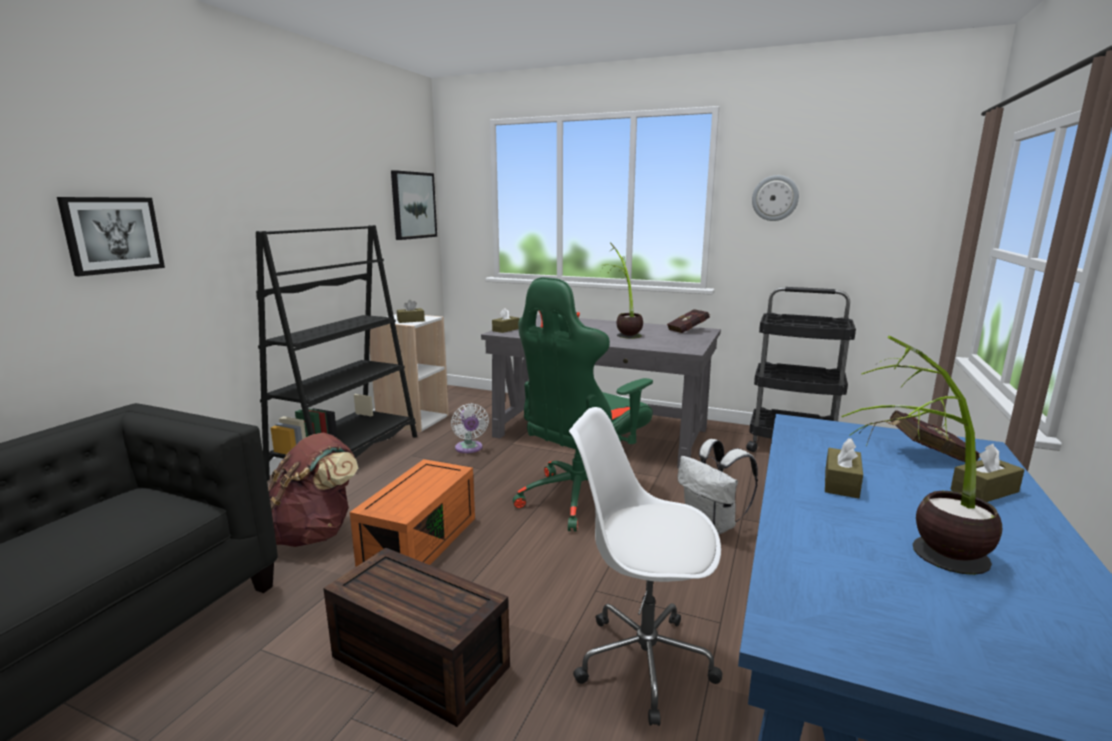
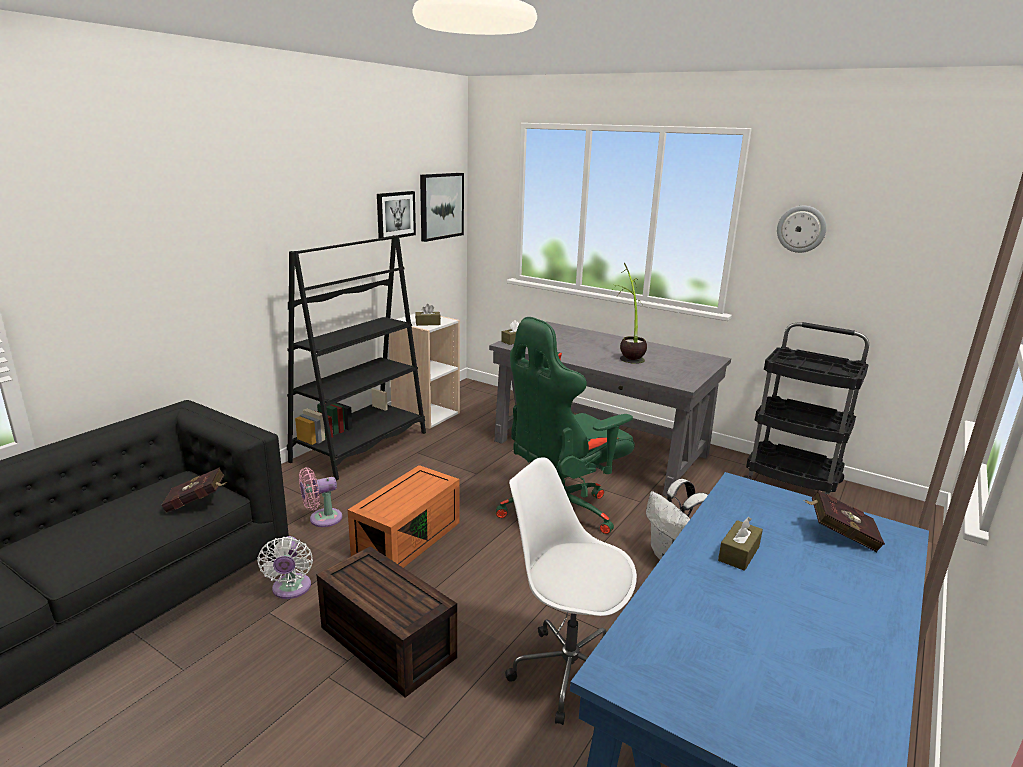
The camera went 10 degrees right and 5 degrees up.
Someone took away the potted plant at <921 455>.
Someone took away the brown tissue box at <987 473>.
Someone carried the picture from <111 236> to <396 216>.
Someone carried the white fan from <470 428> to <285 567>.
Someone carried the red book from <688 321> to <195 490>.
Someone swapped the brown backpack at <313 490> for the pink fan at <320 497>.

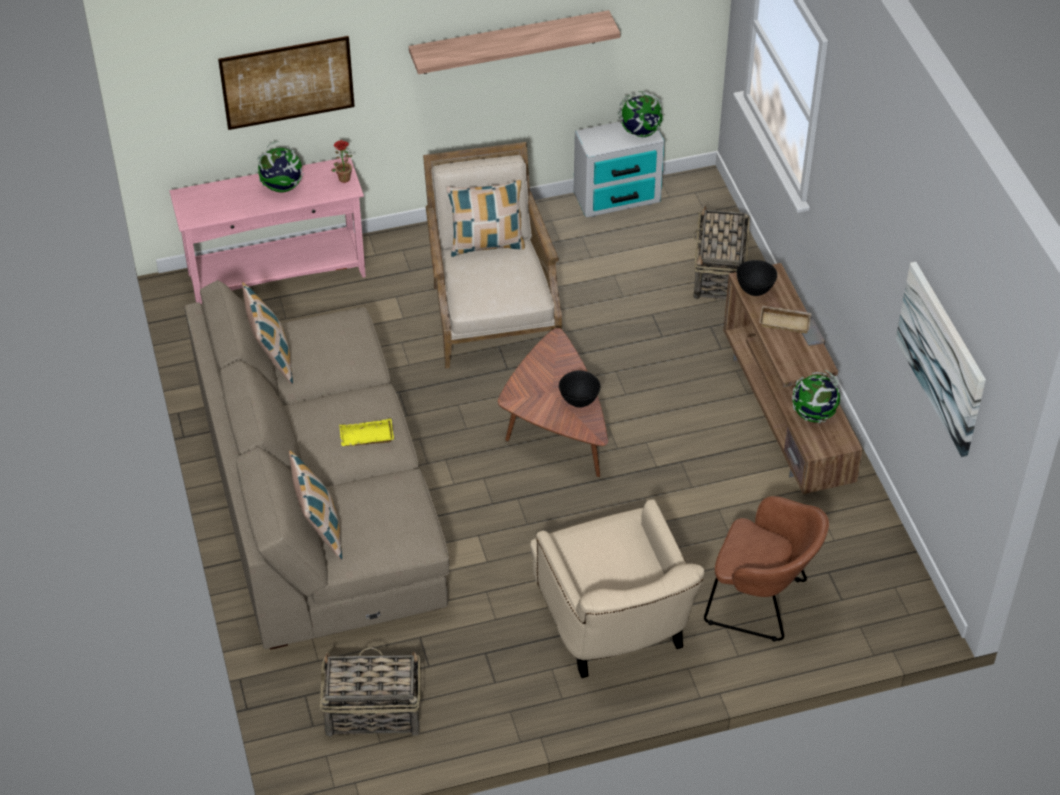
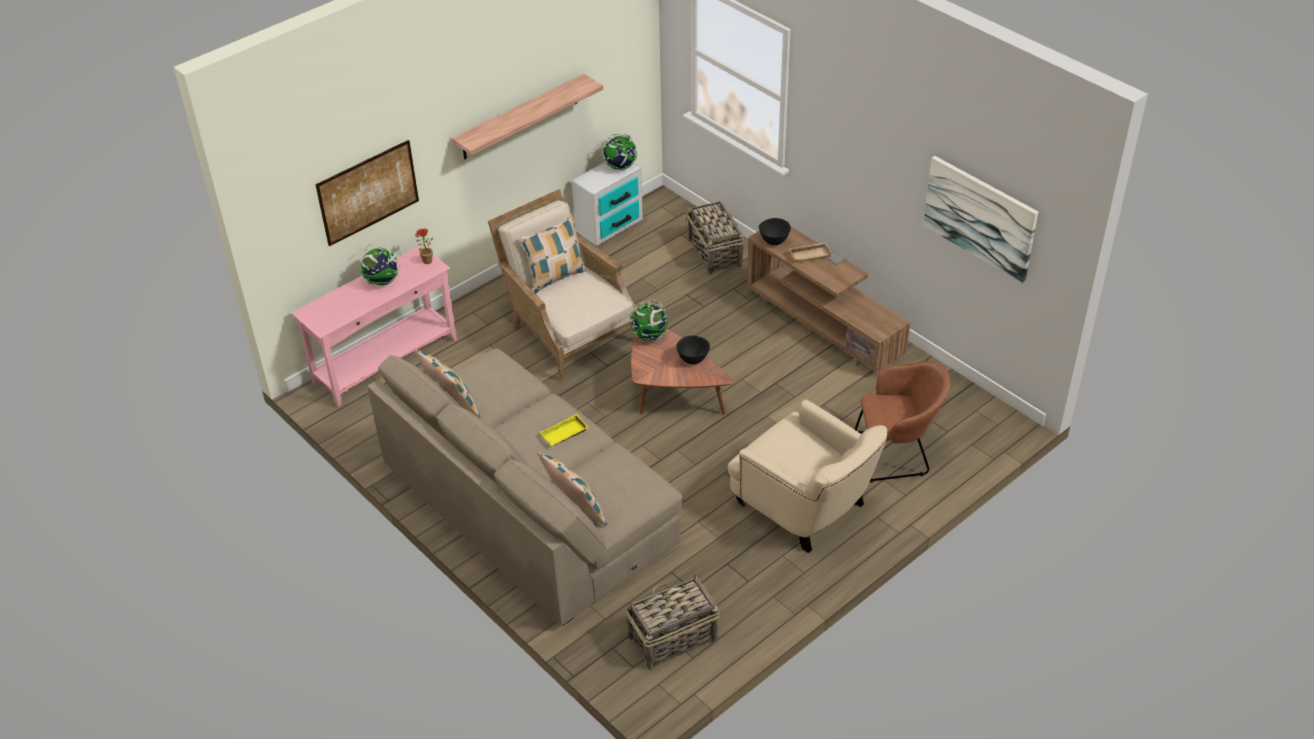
The camera went 25 degrees left and 5 degrees down.
Someone carried the globe from <816 396> to <649 320>.

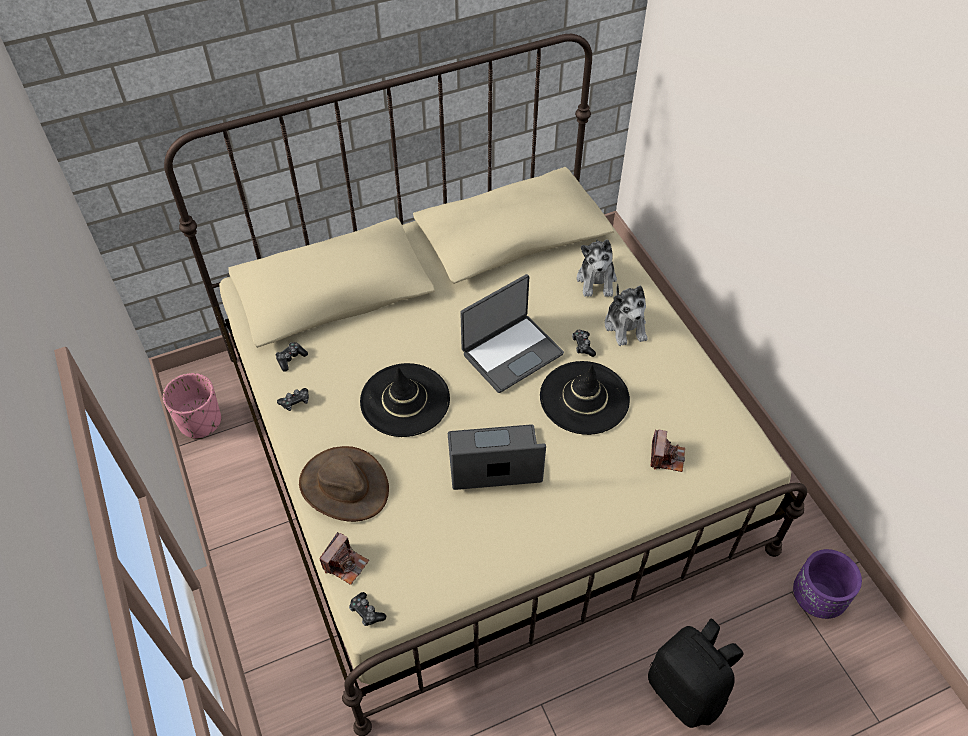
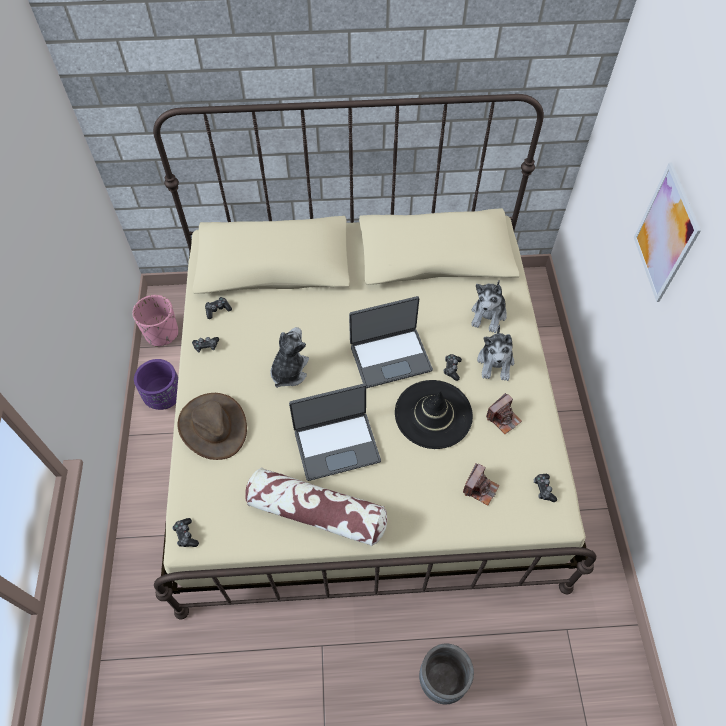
The camera went 20 degrees right and 5 degrees up.
Someone put down the pillow at <316 507>.
Someone put down the game controller at <545 488>.
Someone put up the picture at <667 232>.
Someone carried the photo camera from <344 558> to <504 413>.
Someone carried the purple planter from <827 584> to <156 384>.
Someone swapped the black hat at <405 400> for the plush toy at <289 357>.
Someone swapped the black backpack at <695 673> for the grey planter at <446 674>.
Someone rotated the laptop at <497 457> by 150 degrees clockwise.

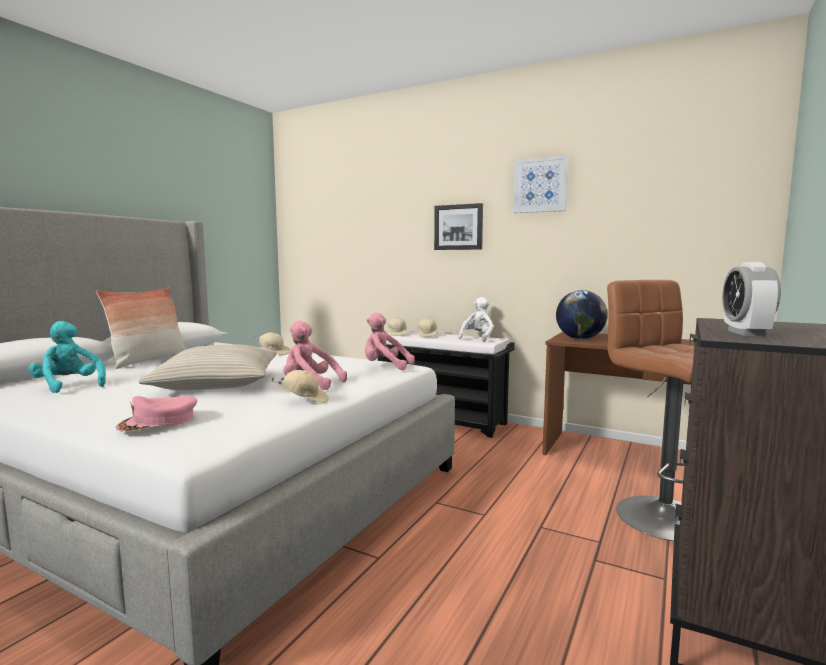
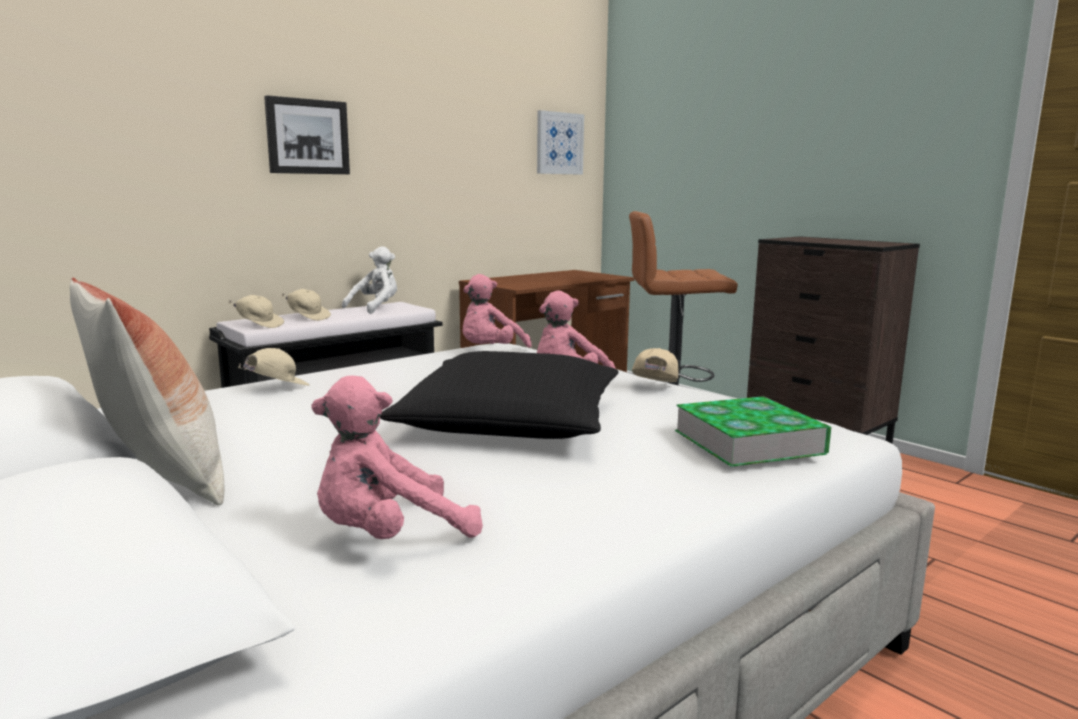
The camera went 70 degrees left and 5 degrees up.
Someone took away the globe at <582 314>.
Someone took away the alarm clock at <751 299>.
Someone carried the picture from <541 184> to <560 142>.
Someone swapped the pink cap at <156 414> for the book at <753 431>.
Someone repainted the turquoise plush toy at <67 357>, which became the pink plush toy at <397 457>.
Someone repainted the beige pillow at <207 367>, which became the black pillow at <499 395>.
Someone rotated the white plush toy at <476 319> by 75 degrees clockwise.

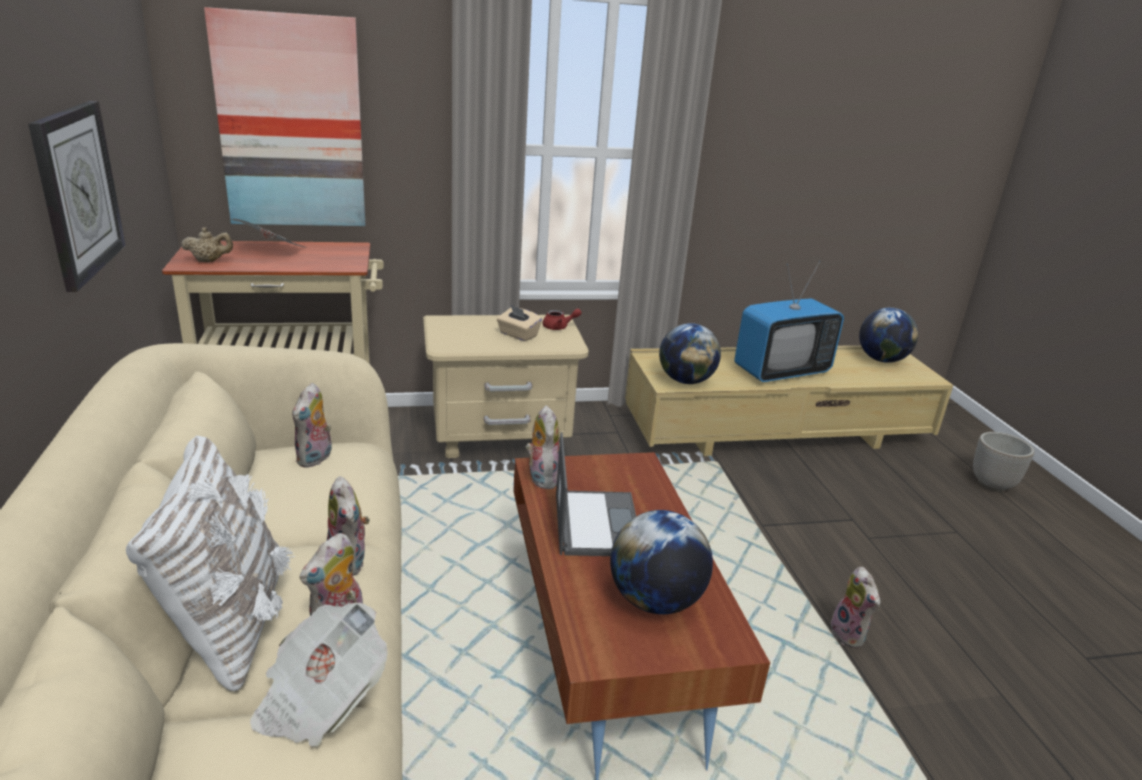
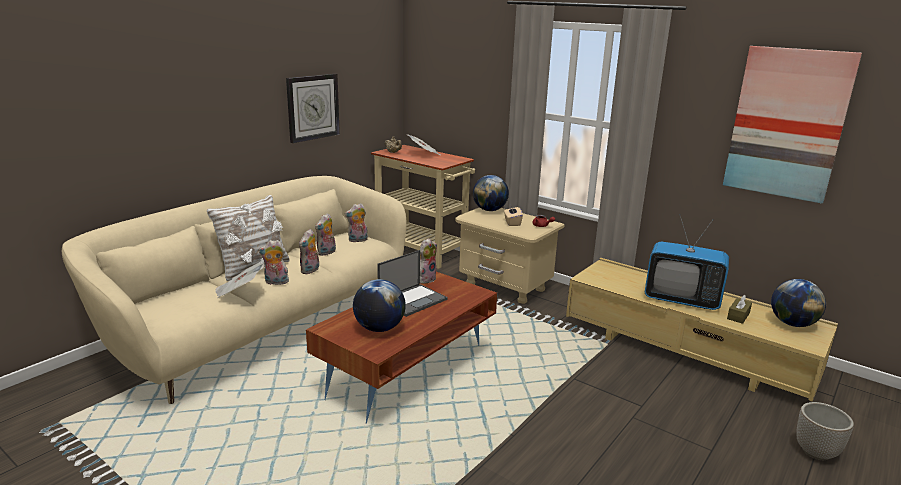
The camera went 50 degrees right and 5 degrees down.
Someone put down the brown tissue box at <739 309>.
Someone carried the picture from <284 116> to <792 125>.
Someone carried the globe from <690 353> to <491 193>.
Someone carried the plush toy from <855 607> to <325 234>.

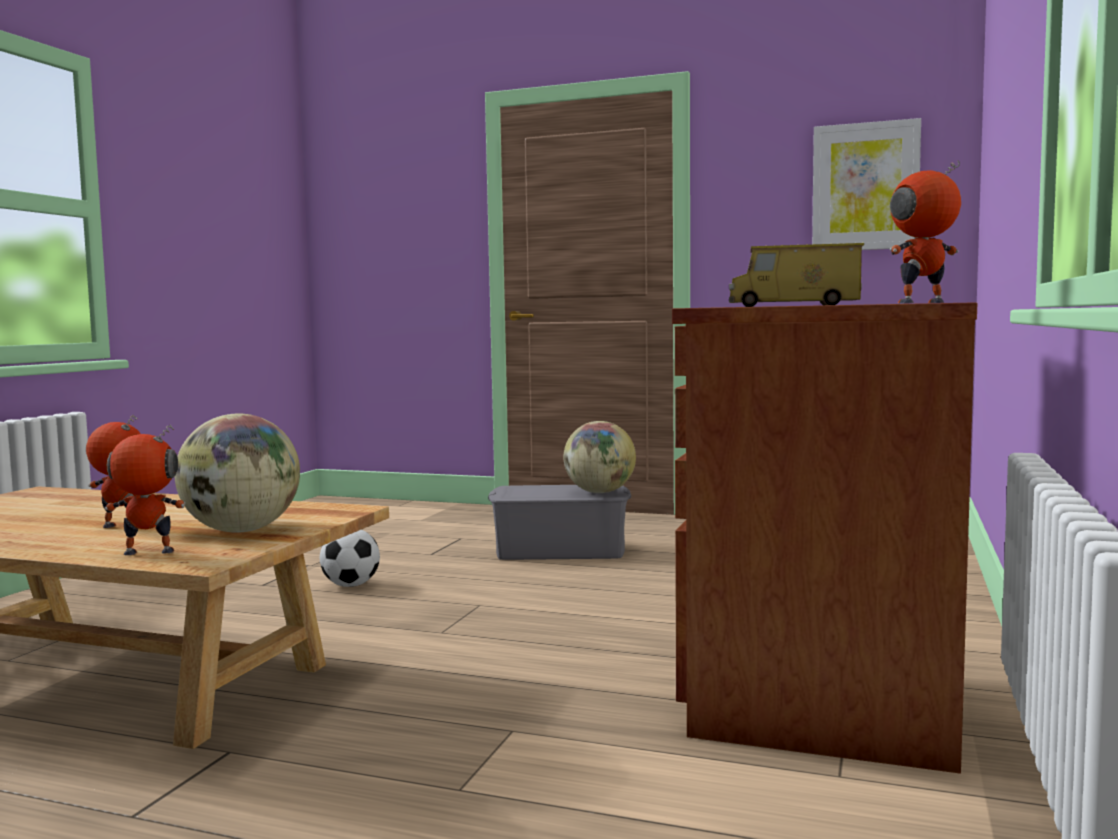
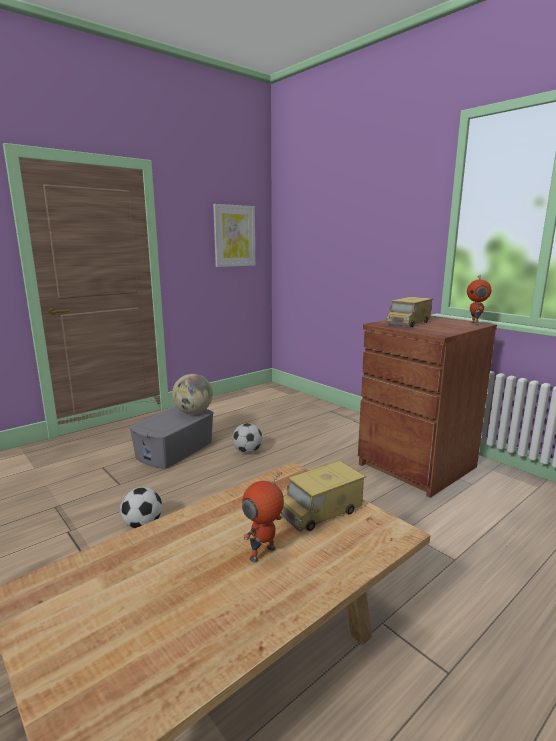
The camera went 60 degrees left and 10 degrees up.
Someone took away the toy robot at <145 489>.
Someone put down the football at <247 438>.
Someone swapped the globe at <237 473> for the toy truck at <323 496>.

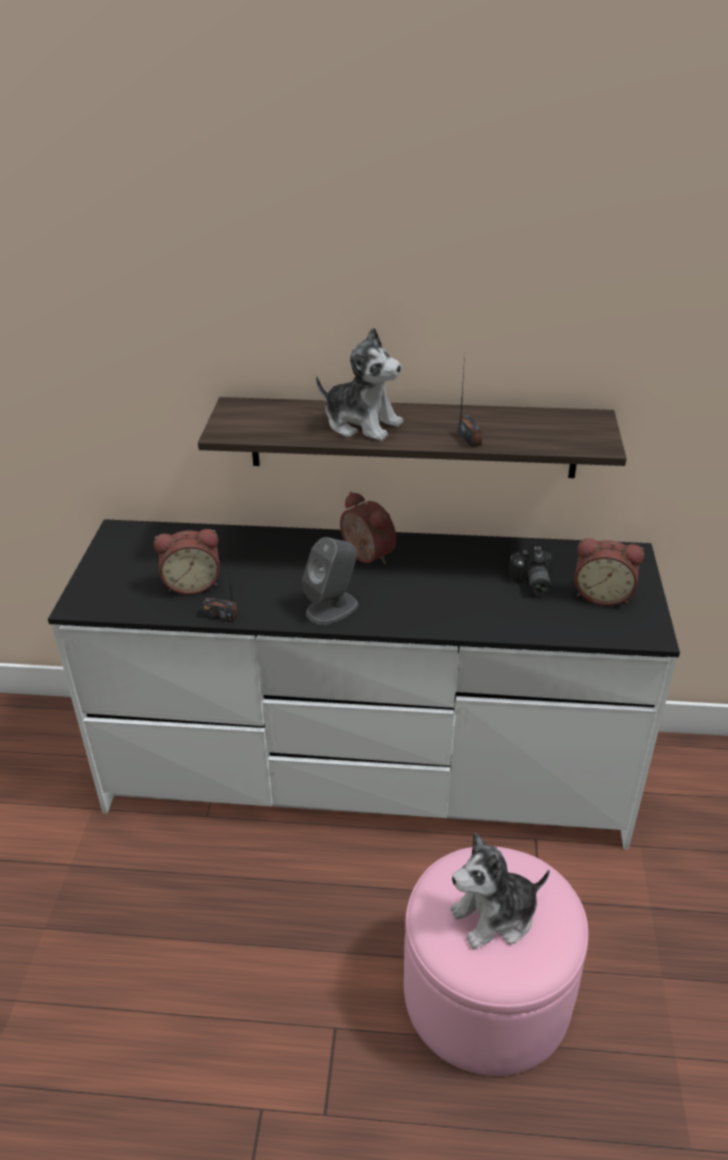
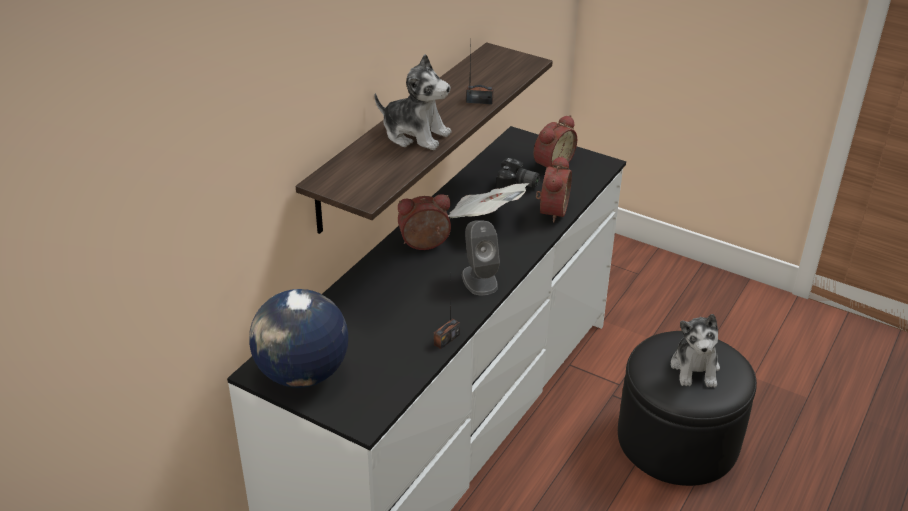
The camera went 65 degrees left and 0 degrees up.
Someone put down the globe at <298 338>.
Someone put down the newspaper at <489 200>.
Someone carried the alarm clock from <187 562> to <554 189>.
Someone repainted the pink ottoman at <496 961>, which became the black ottoman at <687 408>.
Someone rotated the plush toy at <359 384> by 60 degrees clockwise.

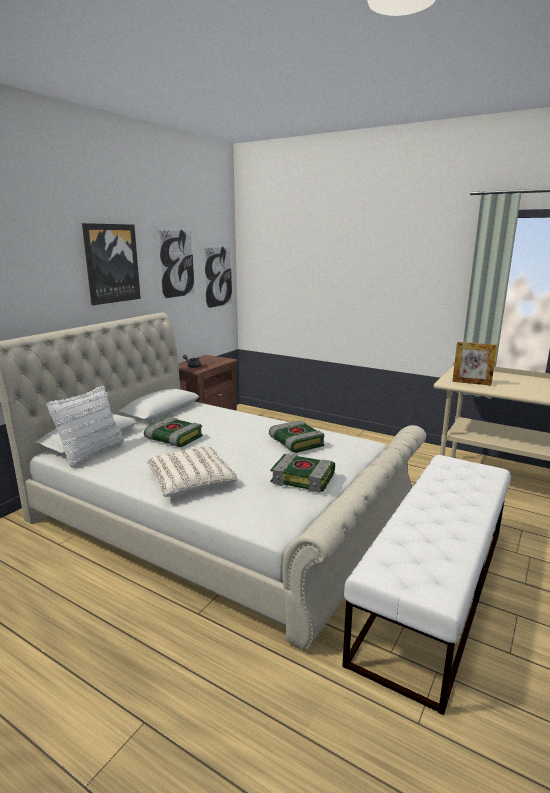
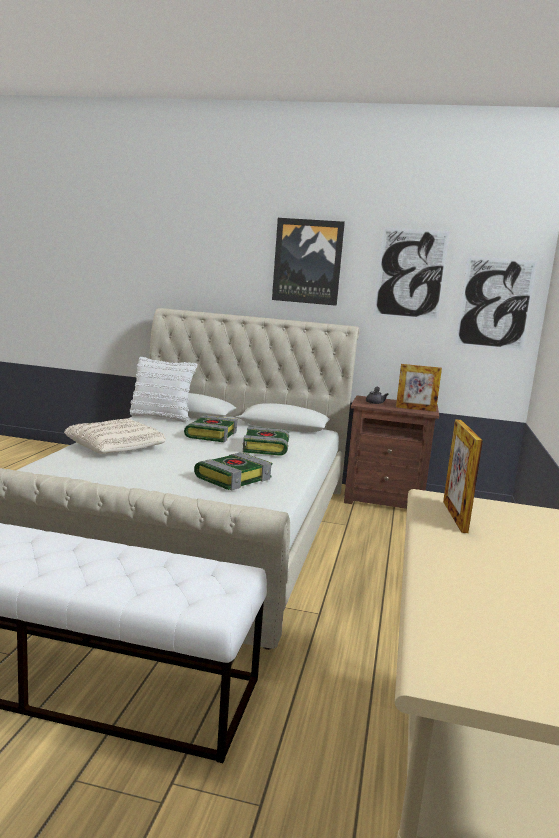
The camera went 70 degrees right and 5 degrees down.
Someone put down the picture frame at <419 388>.
Someone carried the book from <303 473> to <266 441>.

